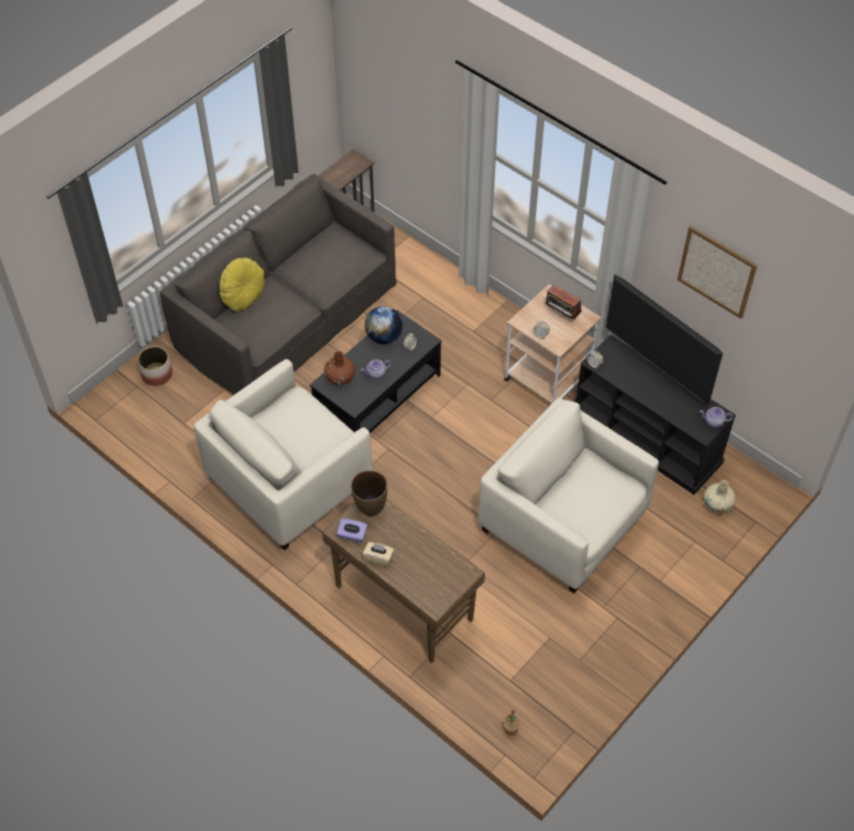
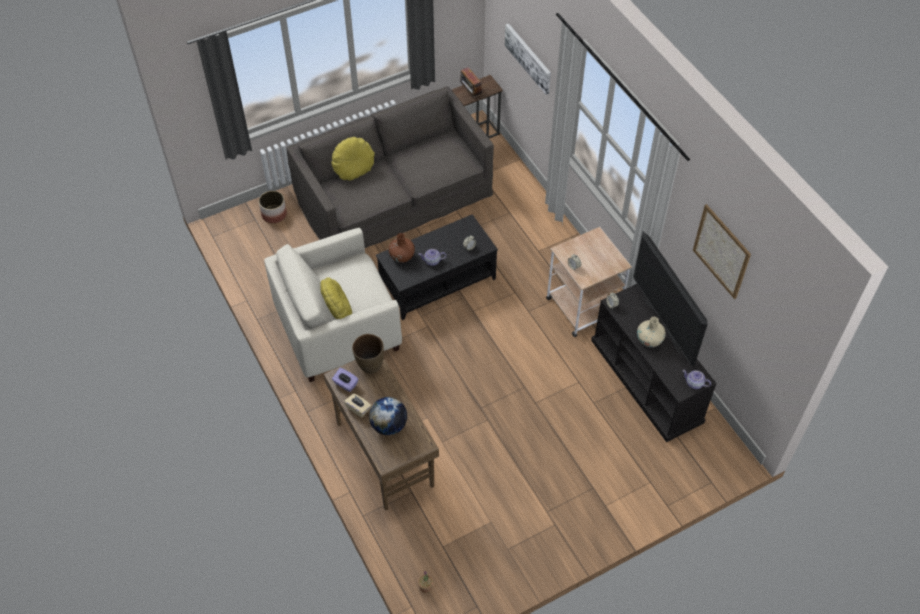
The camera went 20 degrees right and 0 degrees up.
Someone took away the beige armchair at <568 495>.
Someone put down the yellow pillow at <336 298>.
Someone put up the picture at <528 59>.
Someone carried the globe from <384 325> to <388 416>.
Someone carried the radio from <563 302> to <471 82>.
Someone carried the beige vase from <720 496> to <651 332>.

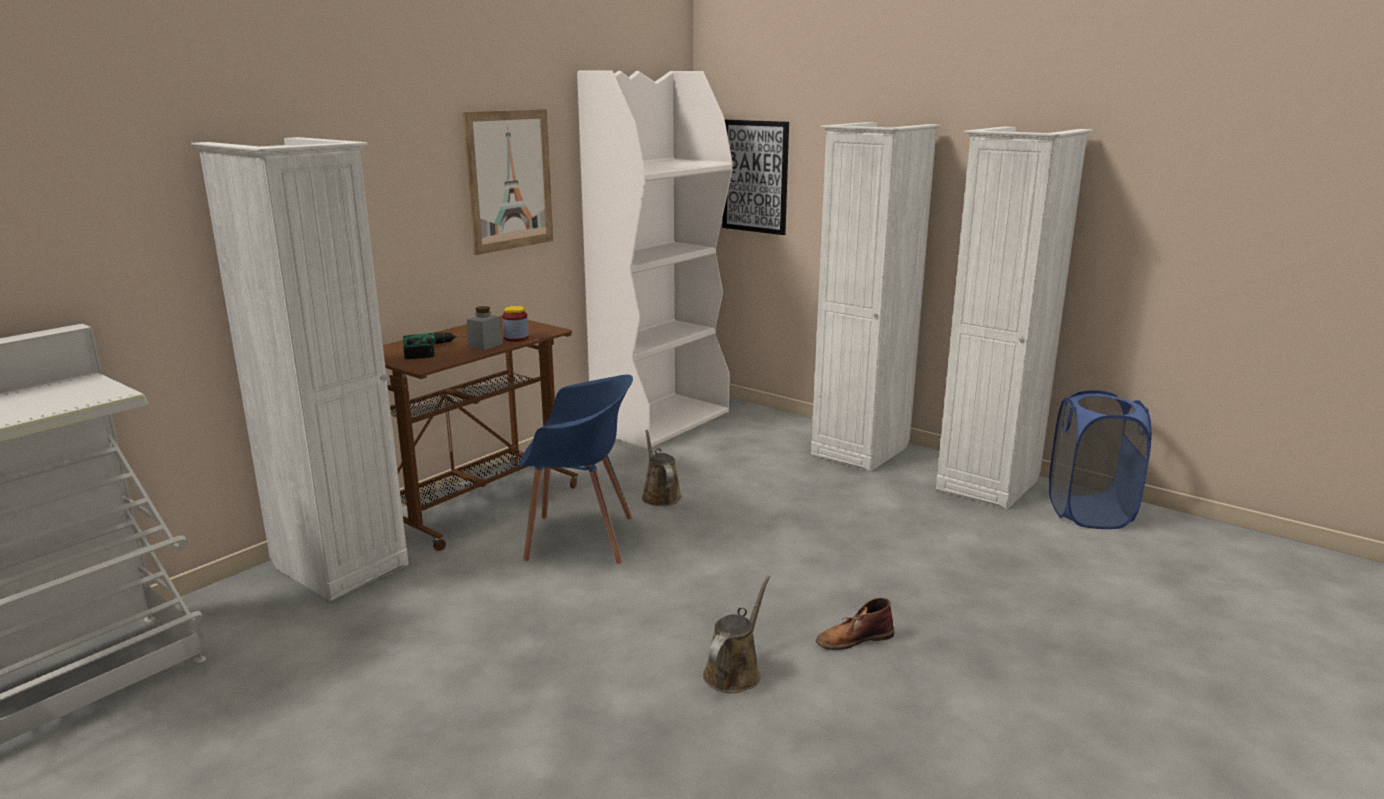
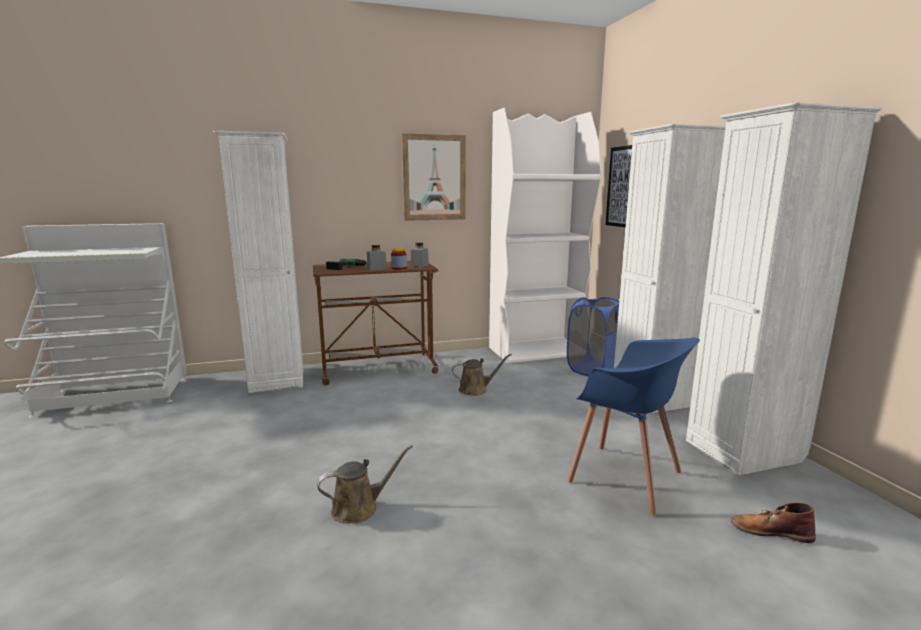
The camera went 35 degrees right and 5 degrees down.
Someone put down the grey jar at <420 255>.
Someone carried the blue chair from <576 469> to <634 426>.
Someone carried the brown boot from <855 624> to <773 522>.
Someone carried the blue laundry basket from <1100 459> to <593 336>.
Someone rotated the brown watering can at <662 468> by 60 degrees clockwise.

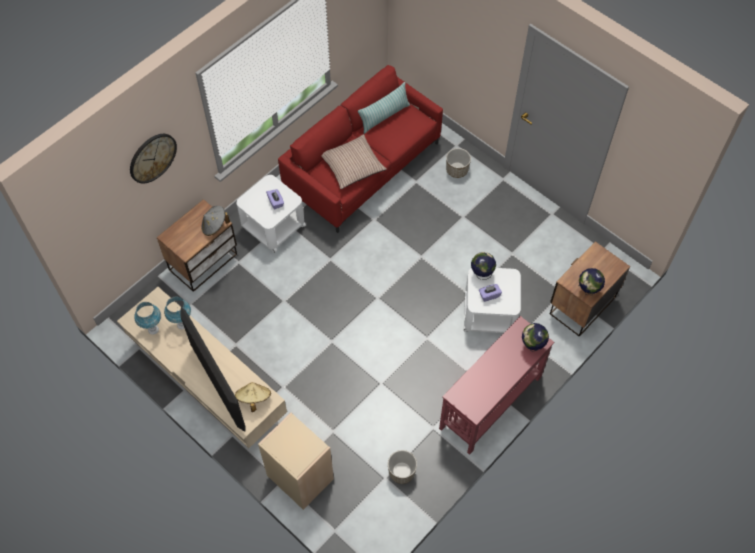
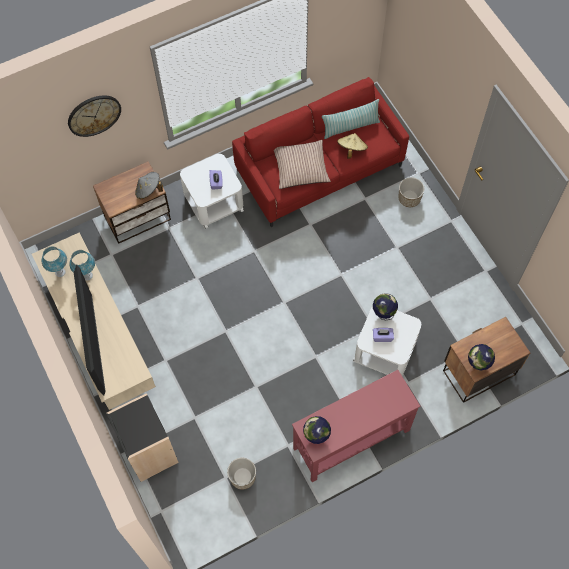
The camera went 20 degrees right and 5 degrees up.
Someone carried the beige hat from <253 397> to <352 146>.
Someone carried the globe from <535 337> to <317 430>.
Someone repainted the beige bookcase at <296 461>, which became the black bookcase at <142 437>.

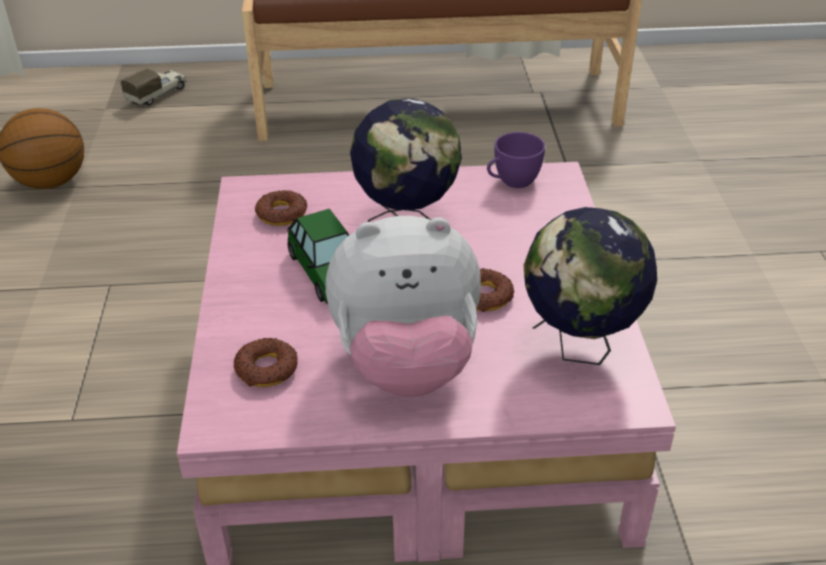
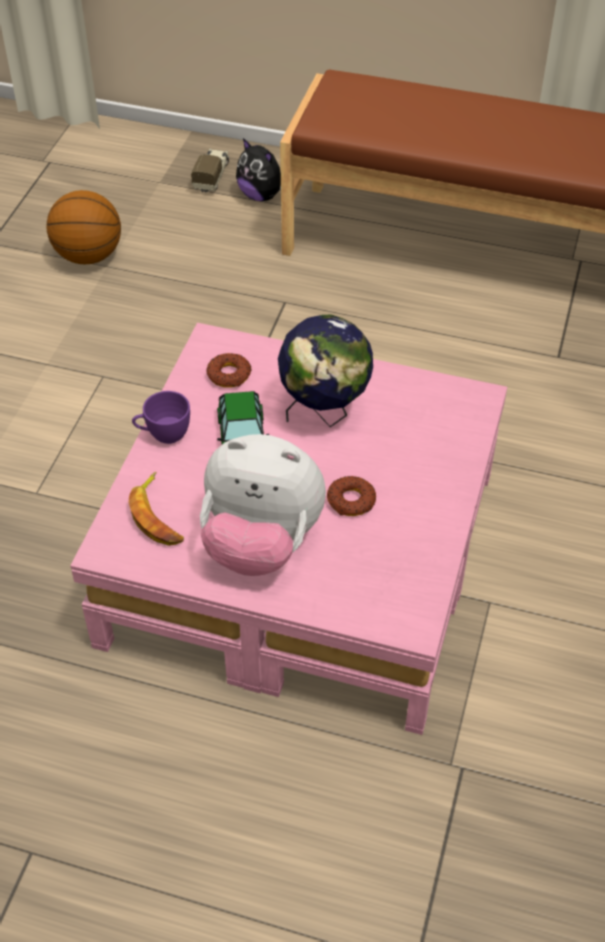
The camera went 20 degrees right and 10 degrees up.
Someone took away the globe at <590 286>.
Someone put down the plush toy at <258 169>.
Someone carried the purple cup from <516 160> to <161 417>.
Someone swapped the donut at <266 362> for the banana at <156 509>.
Someone rotated the toy truck at <154 87> by 45 degrees counterclockwise.

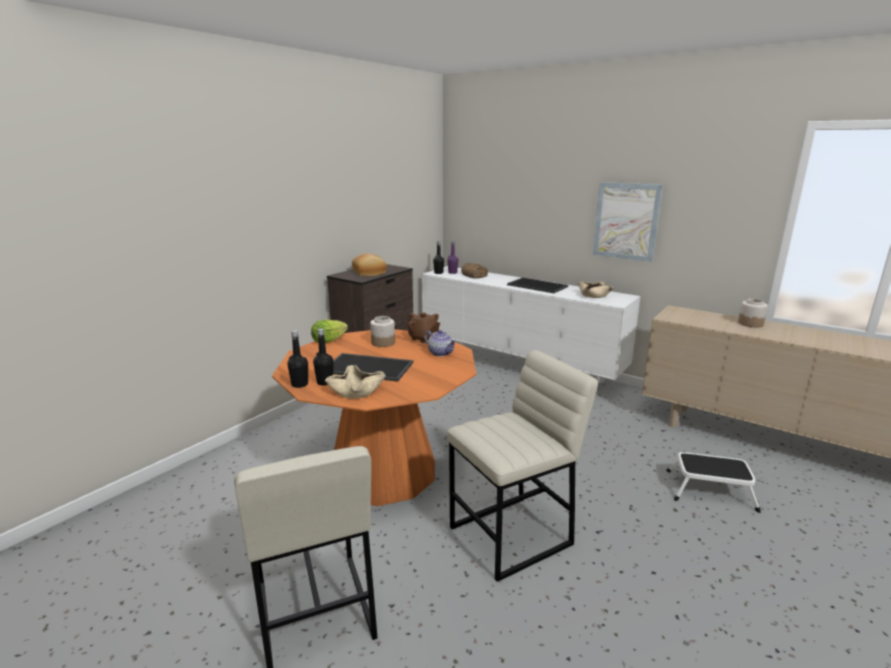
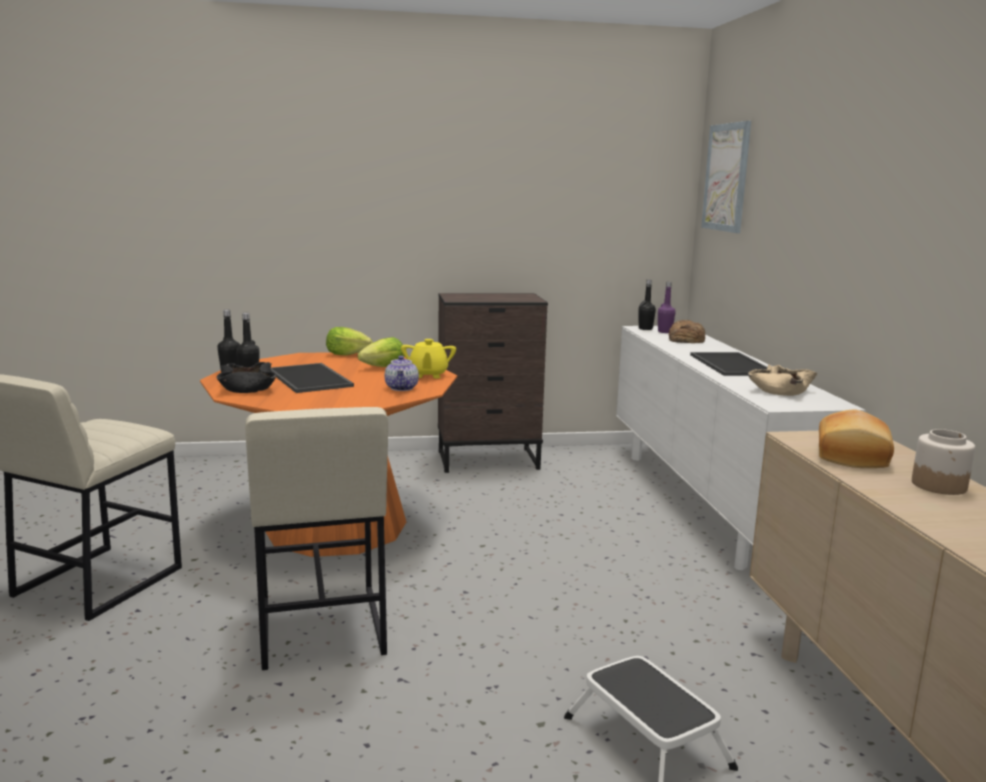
The camera went 45 degrees right and 5 degrees down.
Someone carried the bread from <369 264> to <856 439>.
Someone carried the picture from <628 222> to <726 177>.
Someone swapped the jar at <382 331> for the lettuce at <381 352>.
Someone repainted the beige bowl at <355 382>, which became the black bowl at <246 377>.
Someone repainted the brown teapot at <424 328>, which became the yellow teapot at <428 358>.
Someone rotated the beige chair at <522 466> by 60 degrees clockwise.

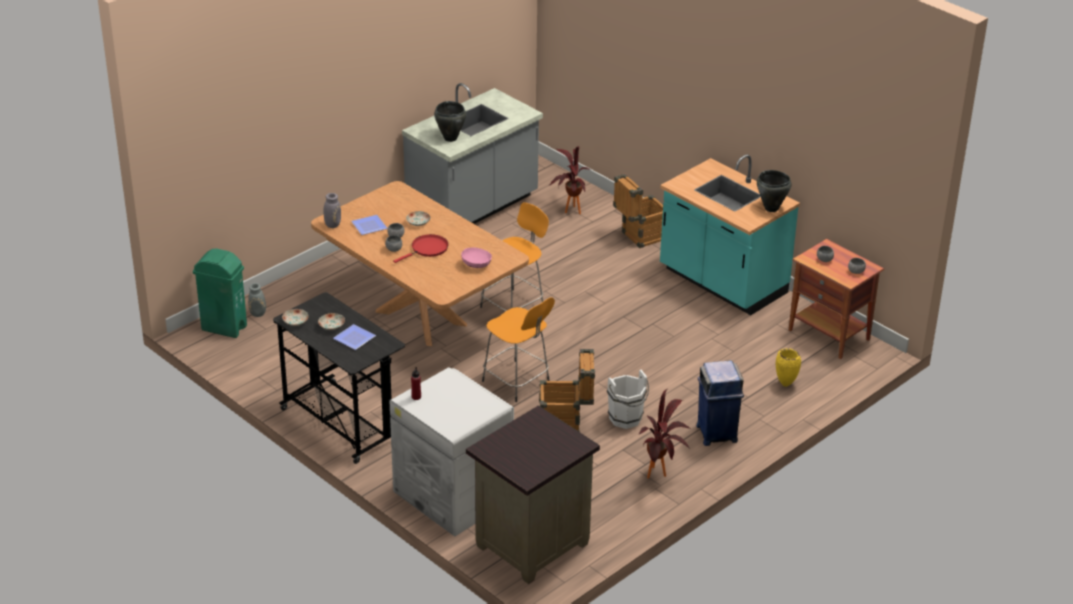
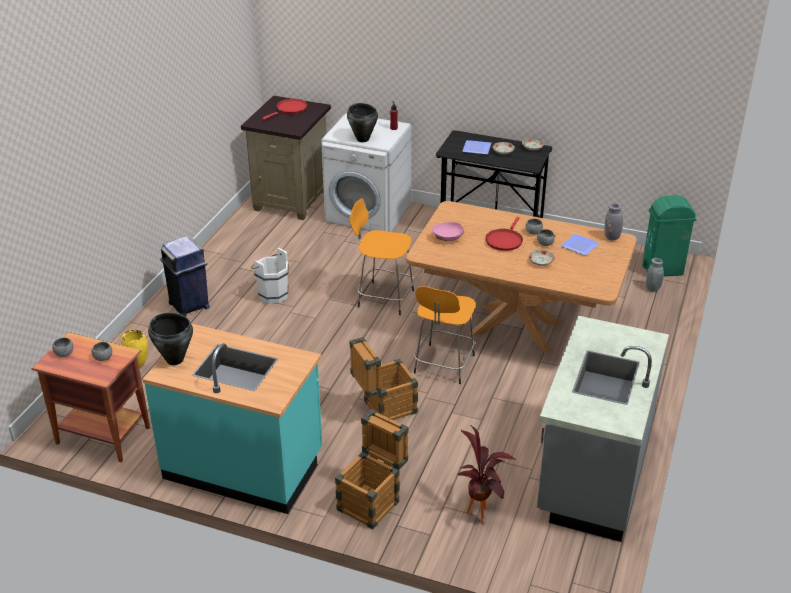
The camera went 155 degrees right and 0 degrees up.
Someone took away the potted plant at <664 434>.
Someone put down the red frying pan at <284 109>.
Someone carried the black cooking pot from <450 121> to <362 122>.
Someone carried the crate from <567 390> to <384 378>.

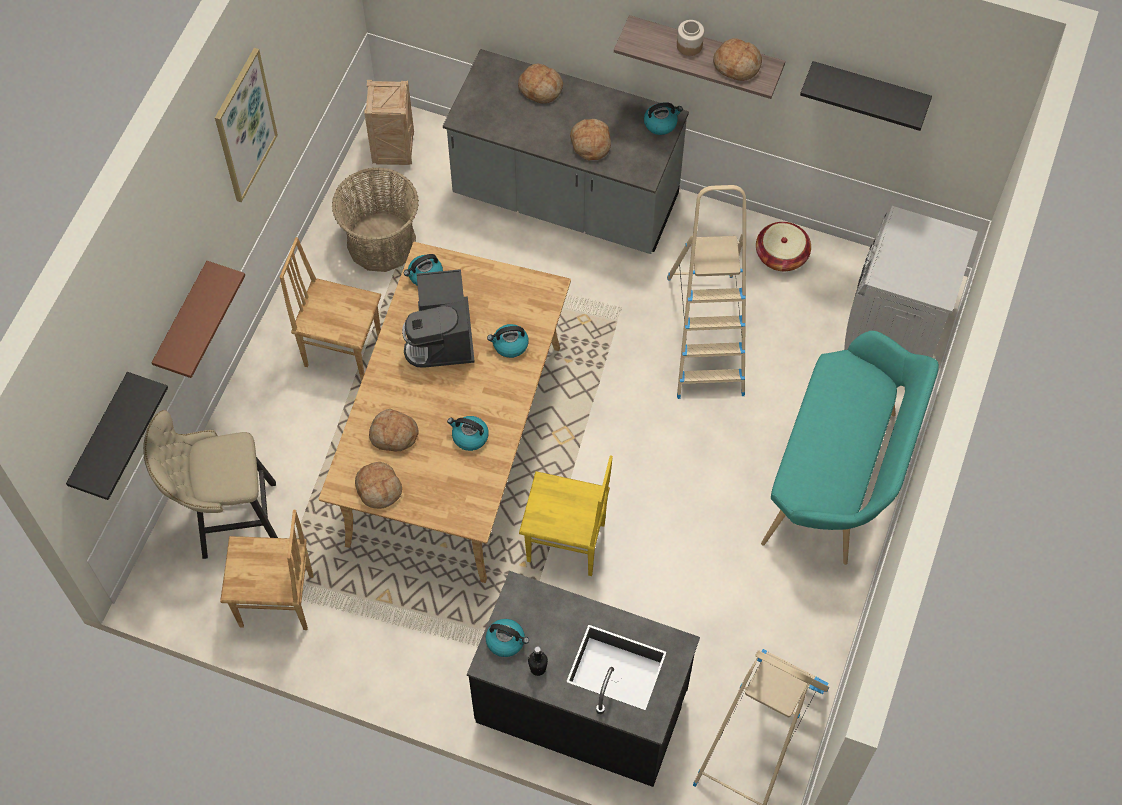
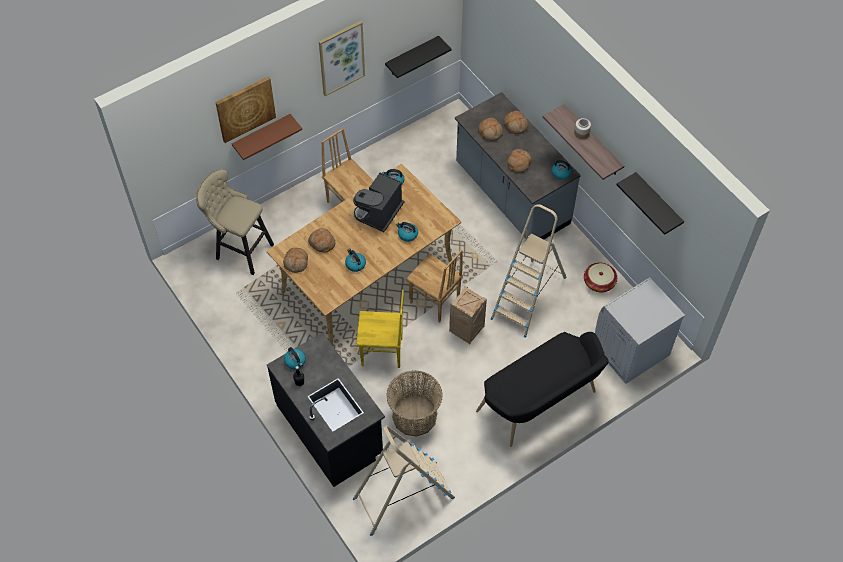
The camera went 35 degrees right and 5 degrees down.
Someone put up the picture at <245 109>.
Someone carried the black shelf from <117 436> to <418 57>.
Someone carried the brown chair from <267 570> to <434 285>.
Someone carried the basket from <375 219> to <414 403>.
Someone carried the crate from <389 122> to <468 315>.
Someone carried the bread from <737 59> to <490 129>.
Someone repainted the turquoise bench at <850 448>, which became the black bench at <542 389>.
Someone rotated the yellow chair at <566 515> by 45 degrees counterclockwise.

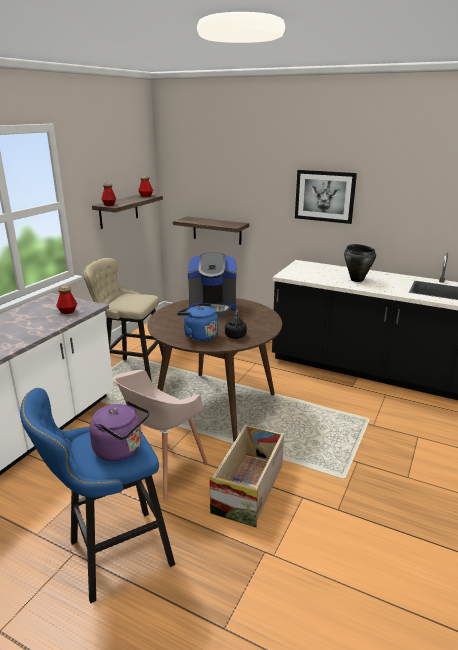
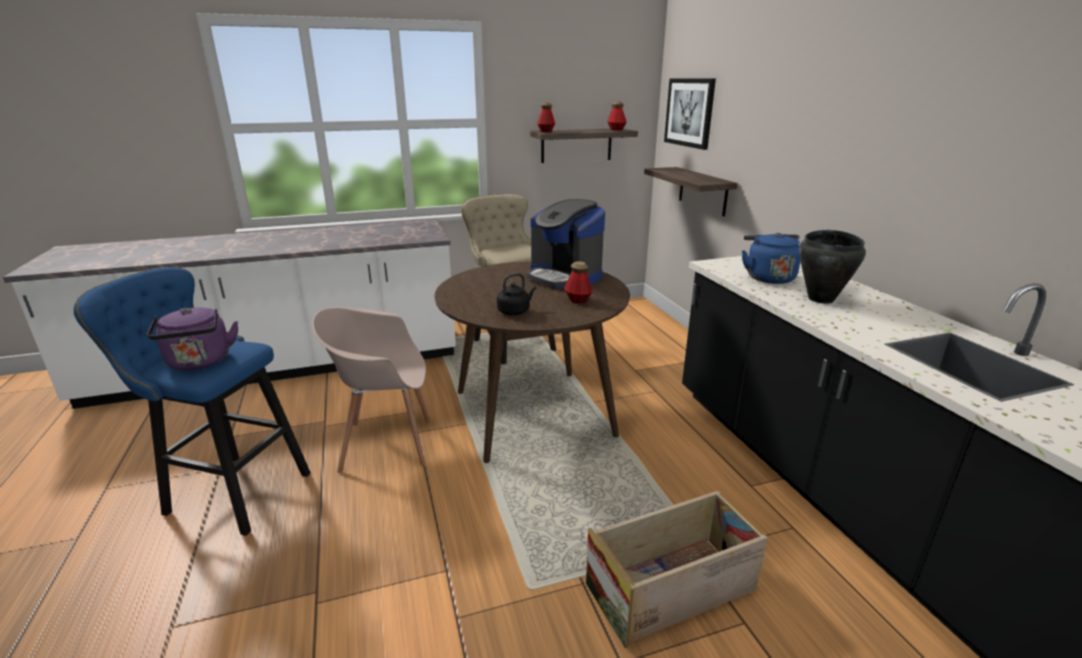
The camera went 45 degrees right and 0 degrees up.
Someone carried the bottle from <66 300> to <578 282>.
Someone carried the blue kettle from <197 322> to <771 258>.
Someone carried the crate from <246 476> to <677 570>.
Someone carried the picture from <326 197> to <690 114>.

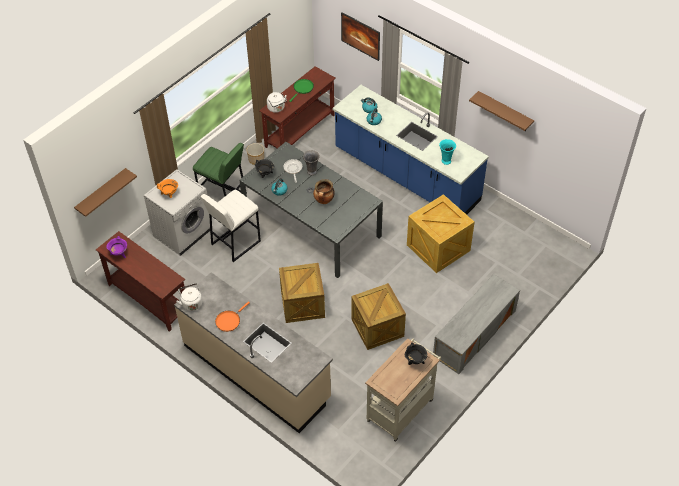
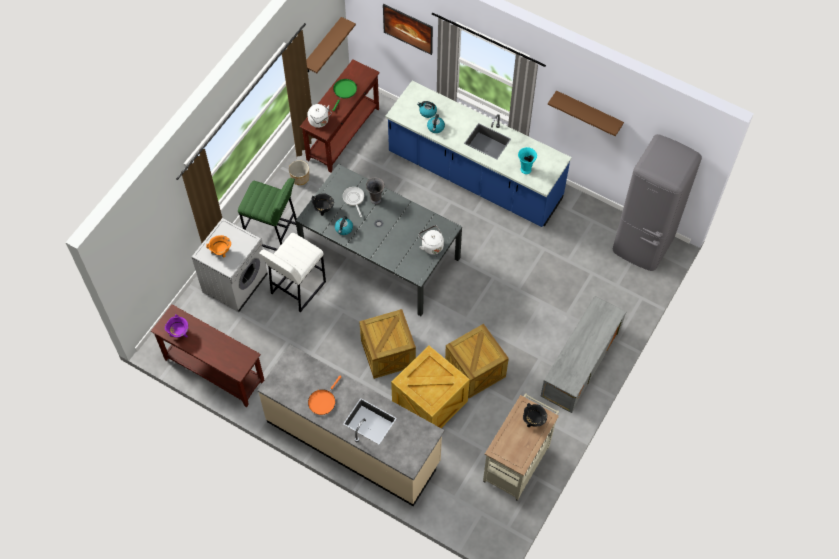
The camera went 10 degrees left and 10 degrees up.
Someone took away the cooking pot at <324 191>.
Someone put down the grey fridge at <657 202>.
Someone carried the brown shelf from <105 192> to <331 45>.
Someone carried the white kettle from <189 297> to <431 240>.
Someone carried the crate from <441 233> to <430 387>.

